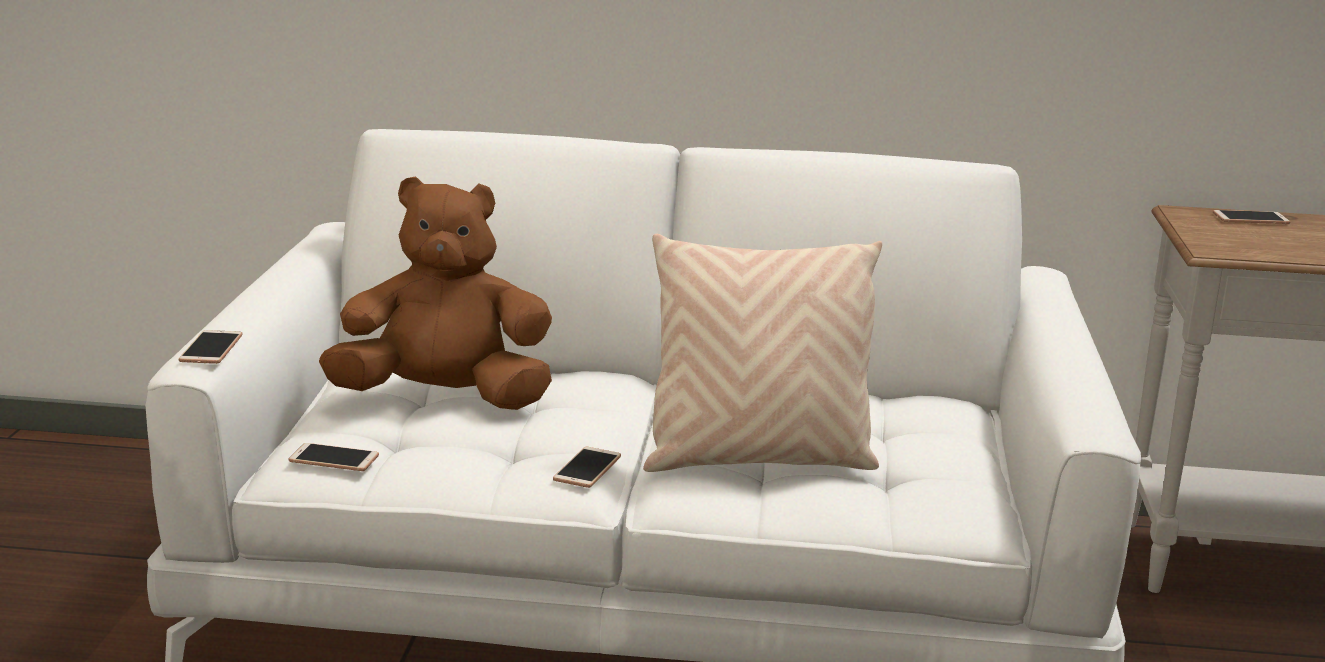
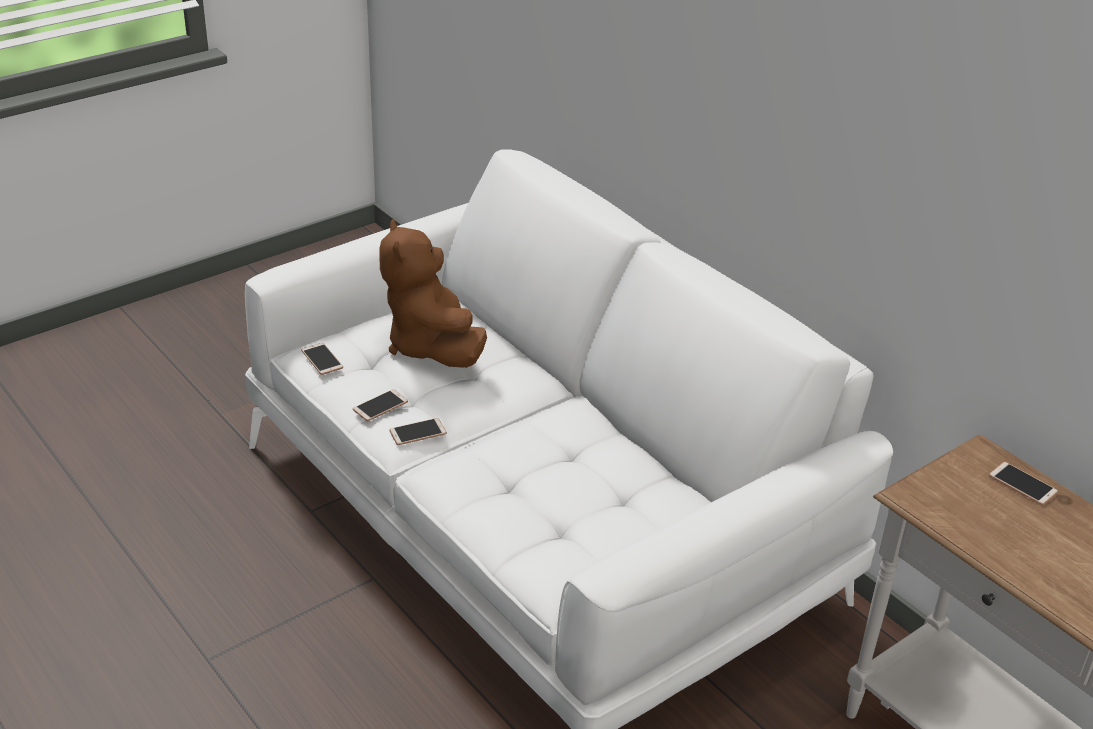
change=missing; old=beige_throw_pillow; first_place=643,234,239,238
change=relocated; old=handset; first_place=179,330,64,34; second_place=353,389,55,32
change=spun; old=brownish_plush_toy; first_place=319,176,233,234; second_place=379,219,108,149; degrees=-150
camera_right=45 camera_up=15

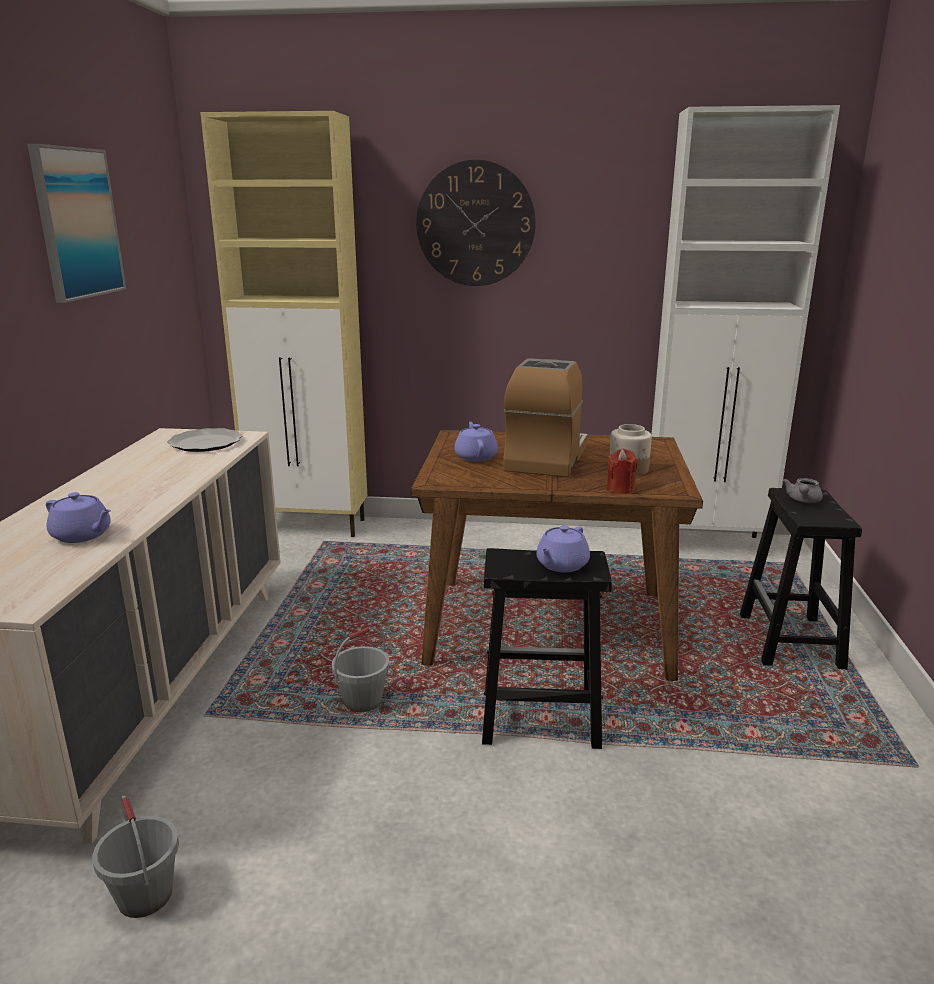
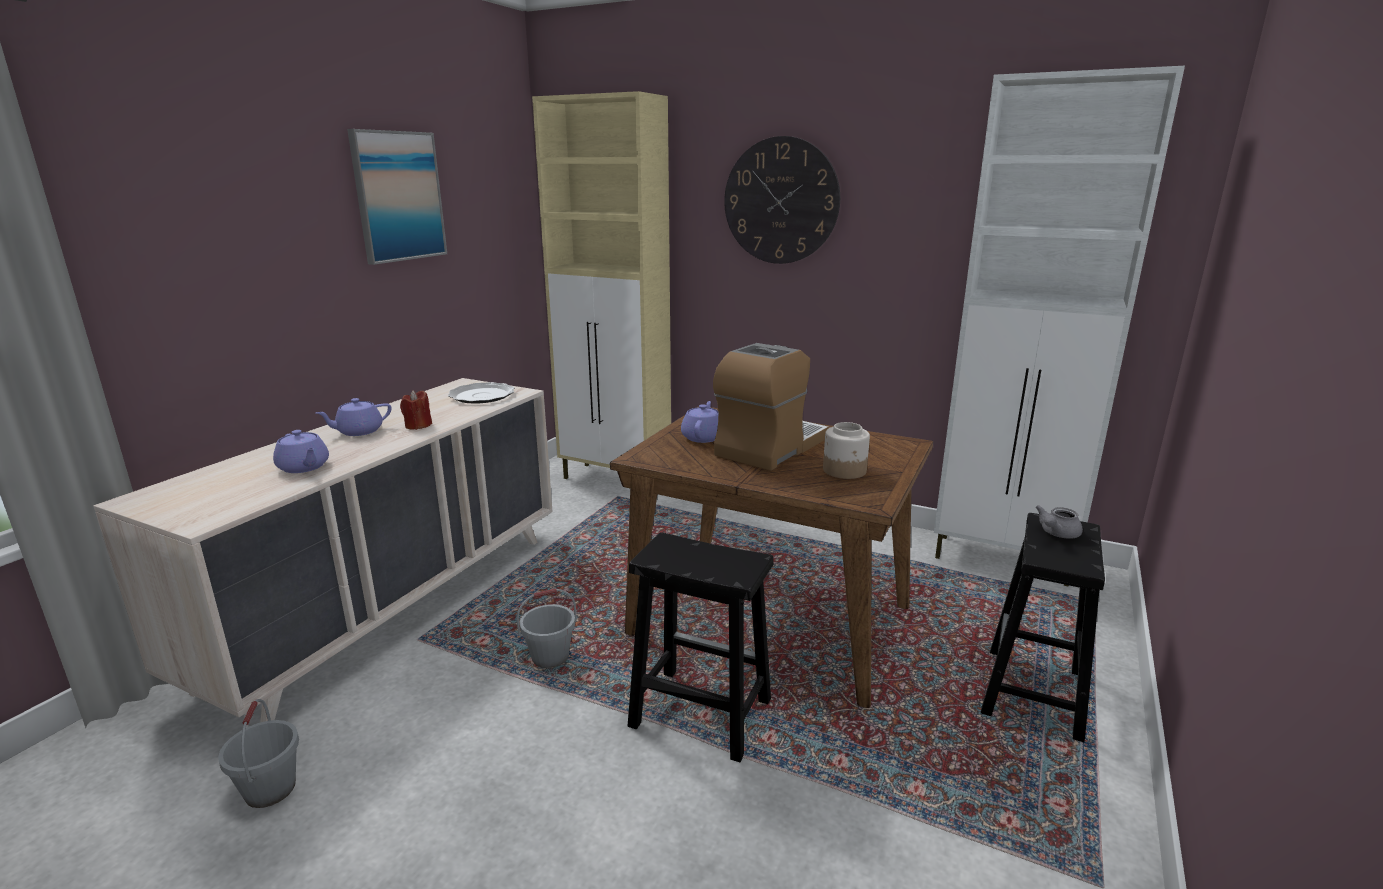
change=relocated; old=purple_tea_pot; first_place=536,525,54,47; second_place=316,398,76,38
change=relocated; old=red-coloured_candle; first_place=607,449,31,45; second_place=400,390,32,40
camera_right=20 camera_up=0

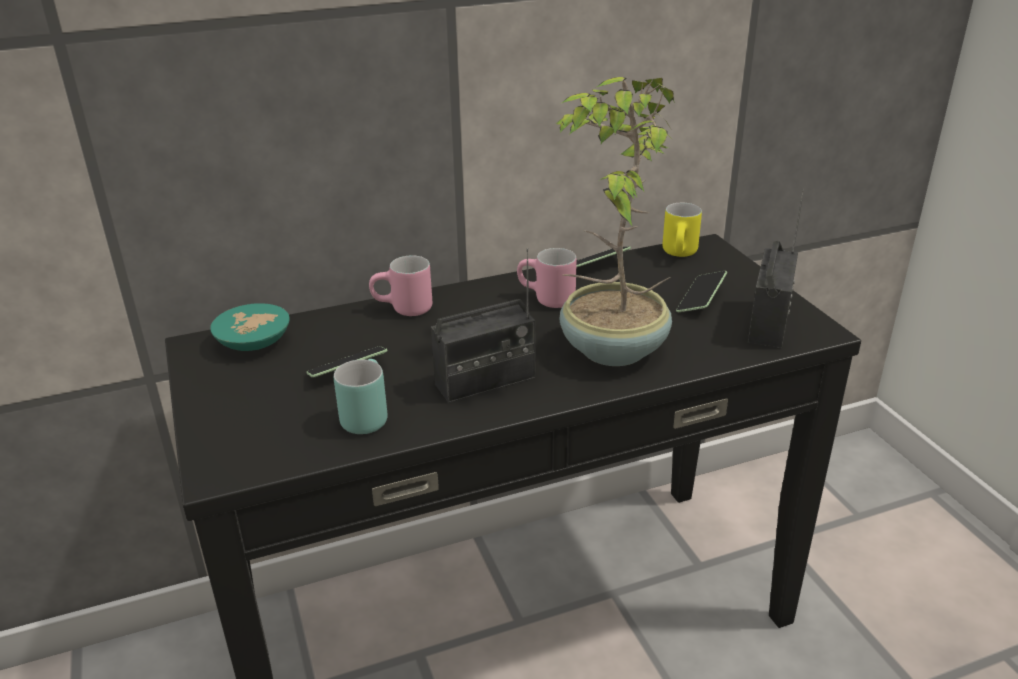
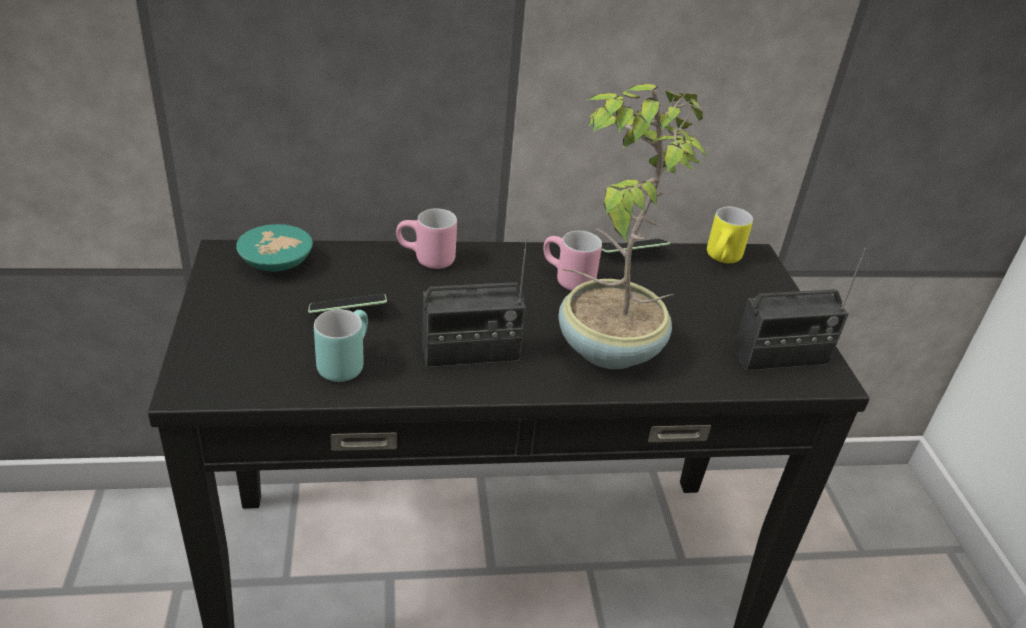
change=missing; old=handset; first_place=676,271,51,41
change=spun; old=radio_set; first_place=748,189,56,159; second_place=732,248,134,123; degrees=45
camera_right=10 camera_up=5

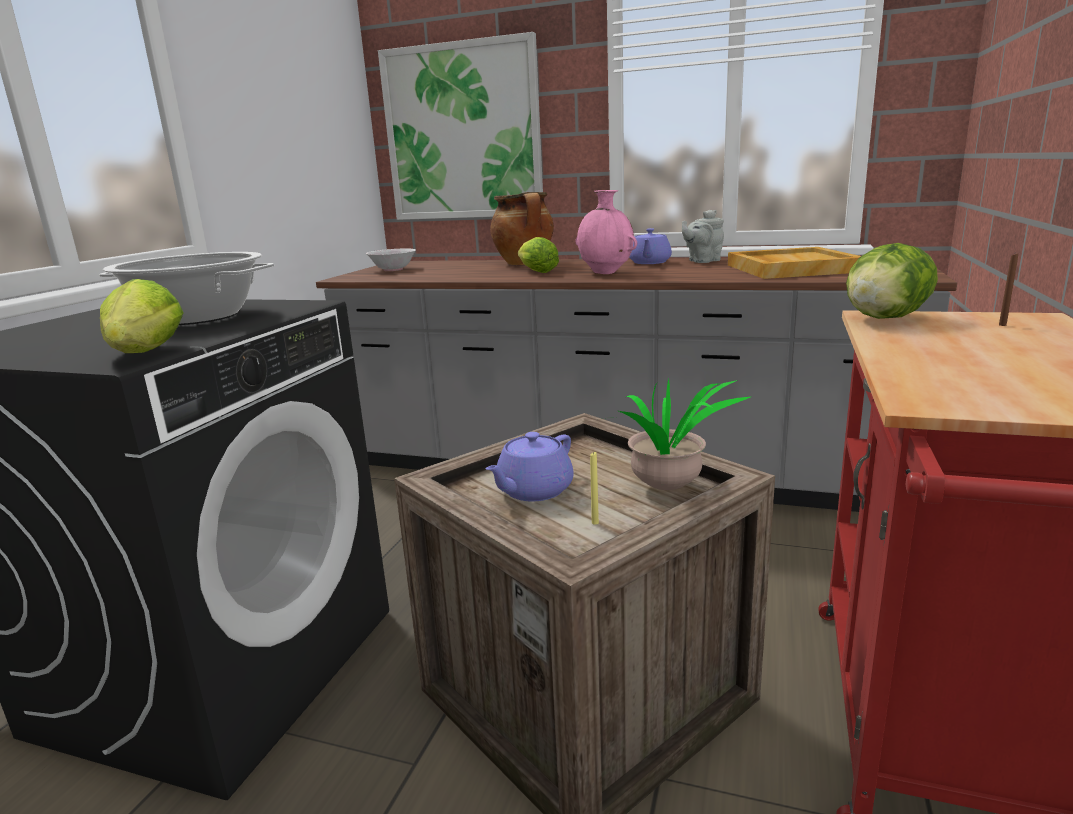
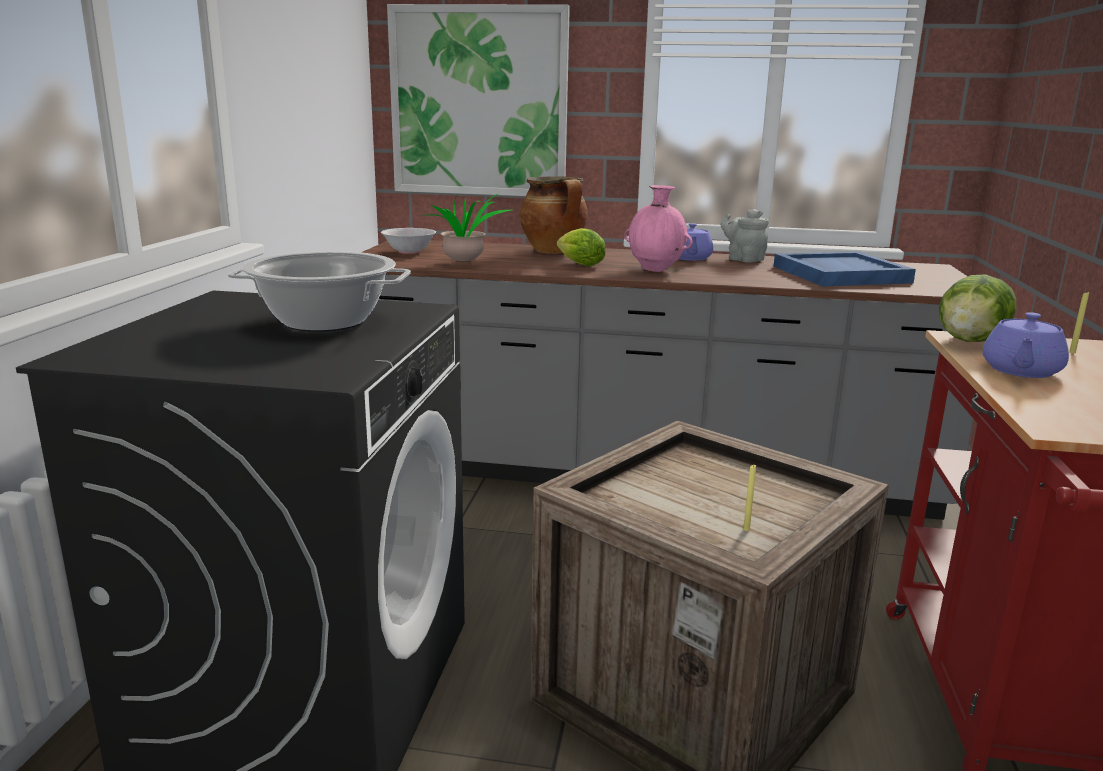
change=missing; old=lettuce; first_place=100,279,84,74
change=relocated; old=purple_tea_pot; first_place=486,432,88,69; second_place=983,312,86,66
change=relocated; old=potted_plant; first_place=610,379,140,111; second_place=421,194,90,68
change=colour; old=beige_tray; new=blue-coloured_tray; first_place=728,247,133,32; second_place=773,252,143,35
change=colour; old=brownish_candle; new=yellow-coloured_candle; first_place=999,254,19,72; second_place=1069,291,20,62
change=spun; old=greyish_tea_pot; first_place=682,210,42,53; second_place=721,209,48,54; degrees=90
camera_right=-10 camera_up=0

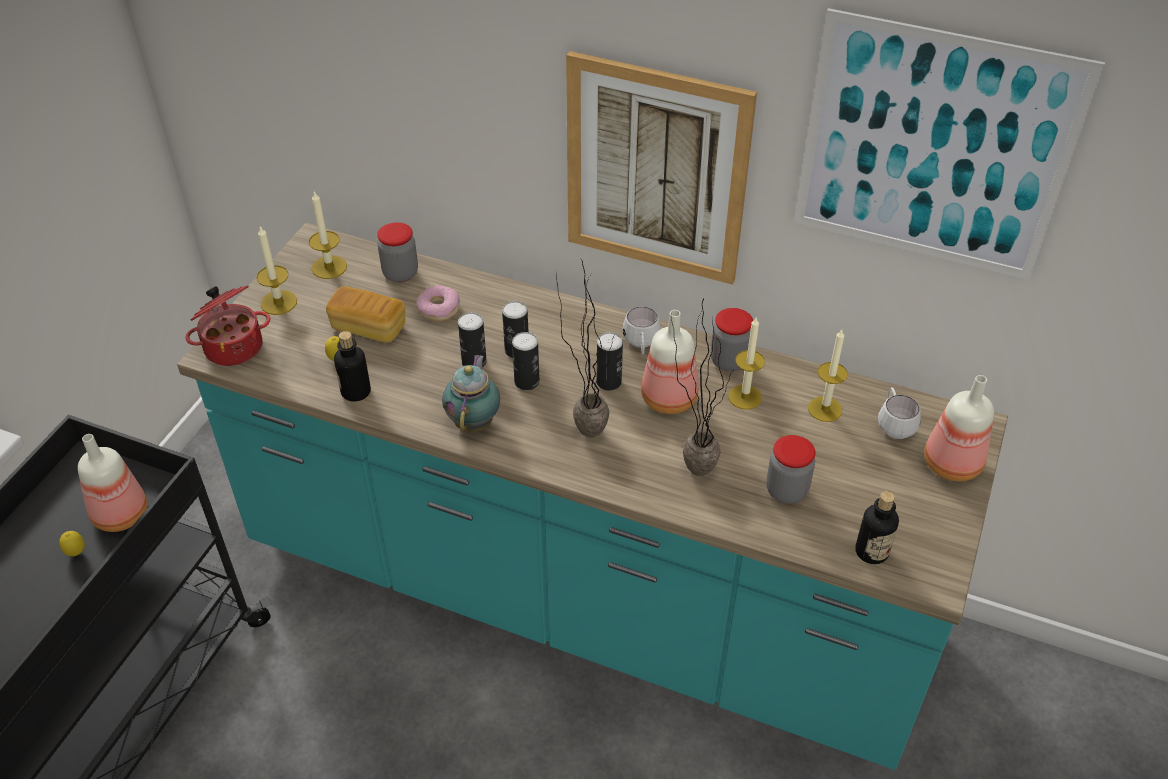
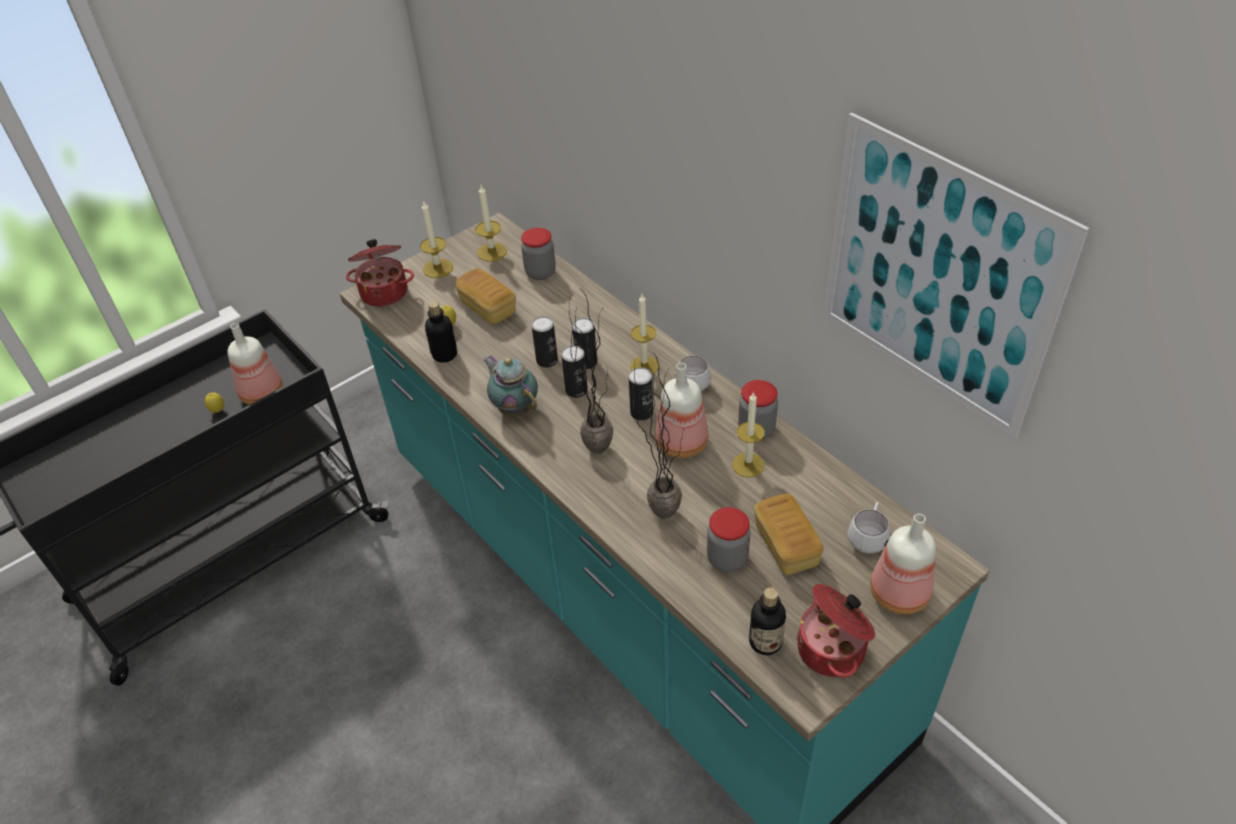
change=missing; old=ring_doughnut; first_place=416,285,44,36
change=missing; old=wall_picture; first_place=566,51,191,234
change=appeared; new=baked_bread; second_place=754,494,69,81
change=appeared; new=stockpot; second_place=796,584,79,93
change=relocated; old=candle; first_place=808,330,40,92; second_place=630,294,29,81
change=spun; old=tea_pot; first_place=442,355,58,77; second_place=484,355,54,62; degrees=-75
camera_right=30 camera_up=0

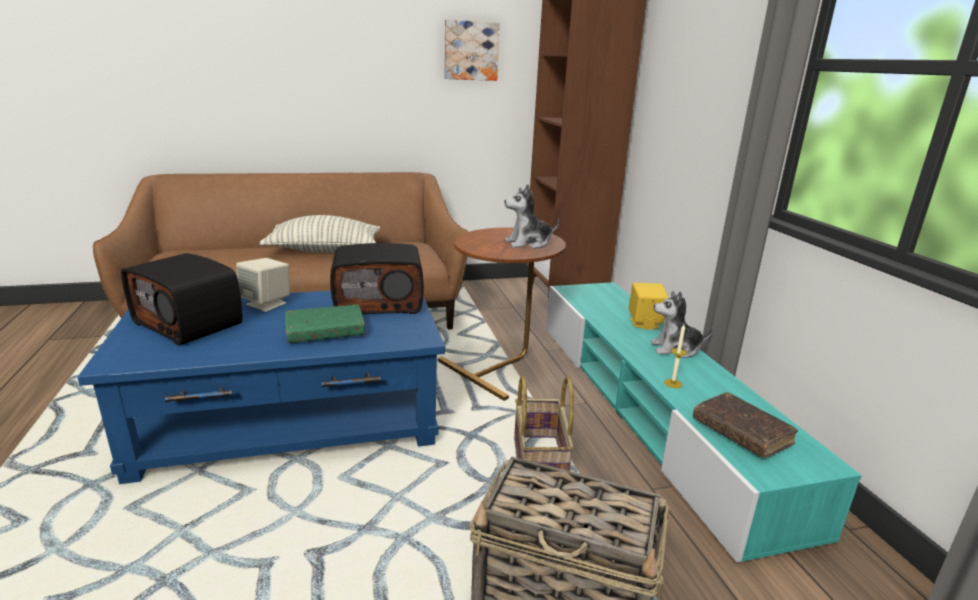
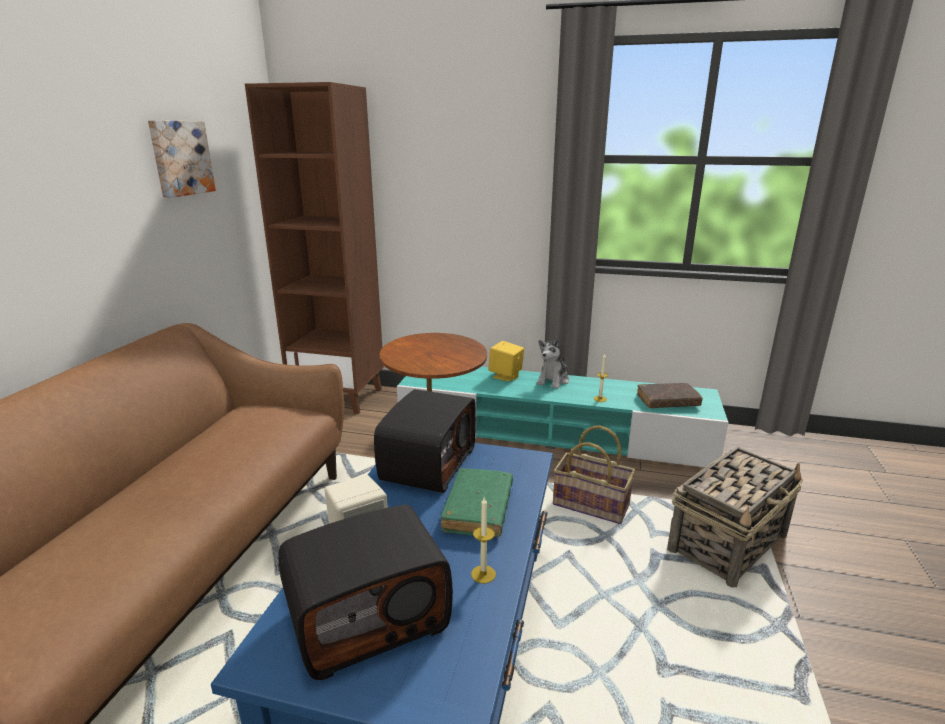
change=missing; old=throw_pillow; first_place=259,215,121,38
change=missing; old=plush_toy; first_place=504,184,55,65
change=appeared; new=candle; second_place=471,497,25,86
camera_right=-60 camera_up=0

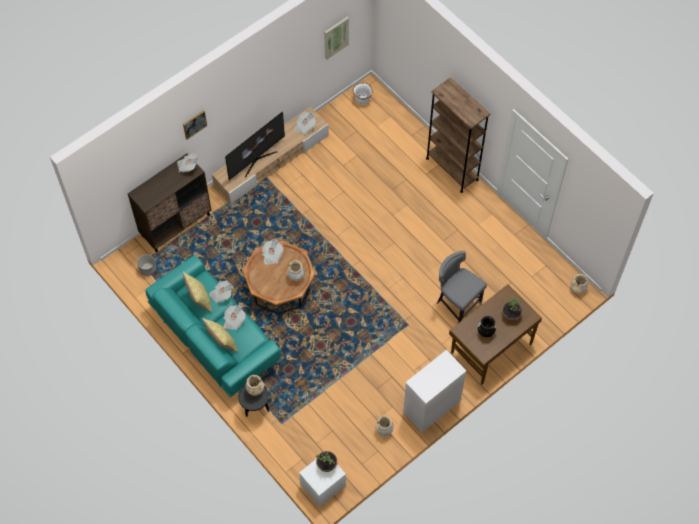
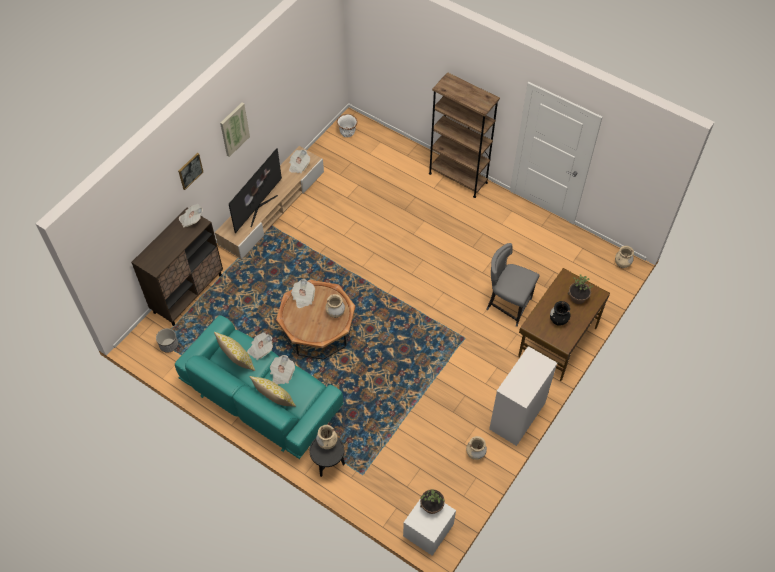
change=relocated; old=wall_picture; first_place=324,17,25,43; second_place=220,103,30,54
camera_right=-15 camera_up=-5

